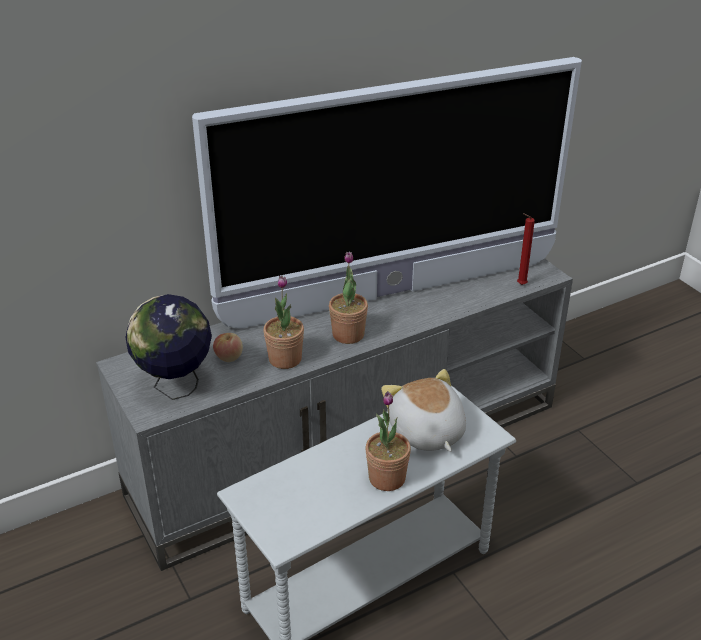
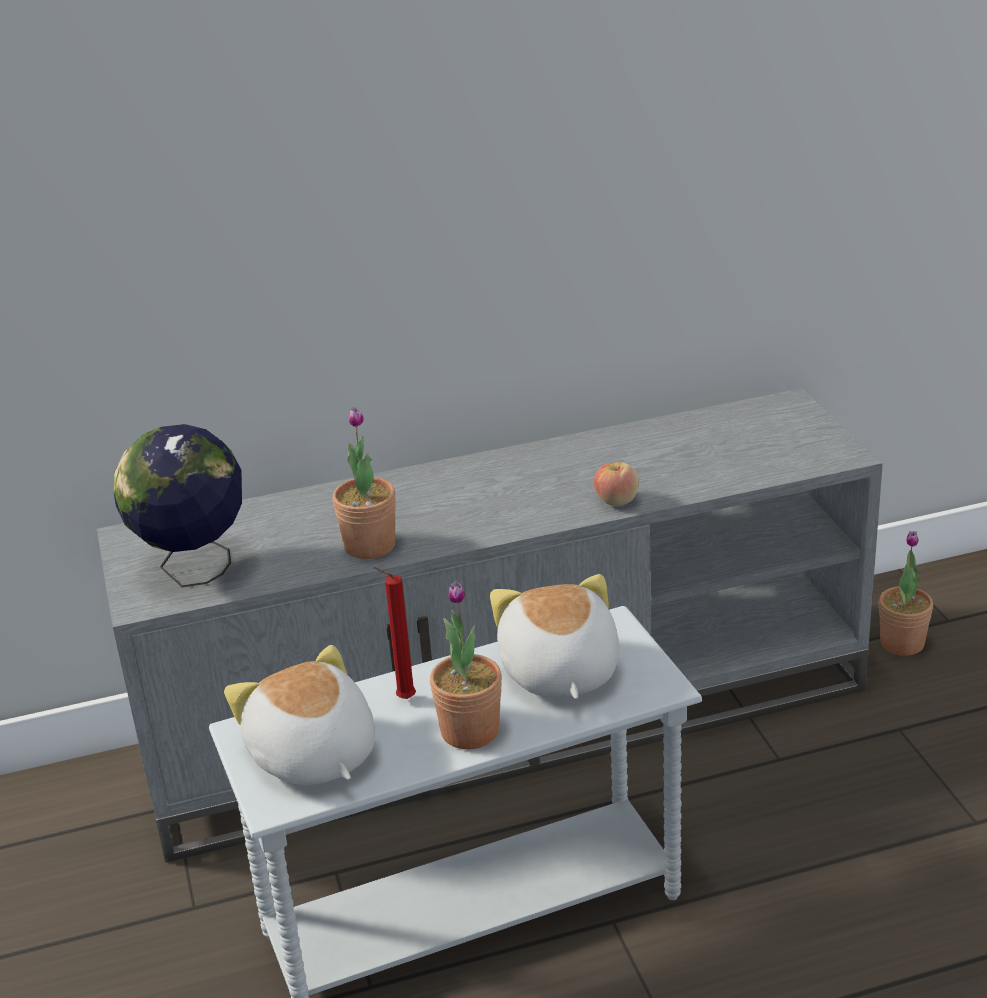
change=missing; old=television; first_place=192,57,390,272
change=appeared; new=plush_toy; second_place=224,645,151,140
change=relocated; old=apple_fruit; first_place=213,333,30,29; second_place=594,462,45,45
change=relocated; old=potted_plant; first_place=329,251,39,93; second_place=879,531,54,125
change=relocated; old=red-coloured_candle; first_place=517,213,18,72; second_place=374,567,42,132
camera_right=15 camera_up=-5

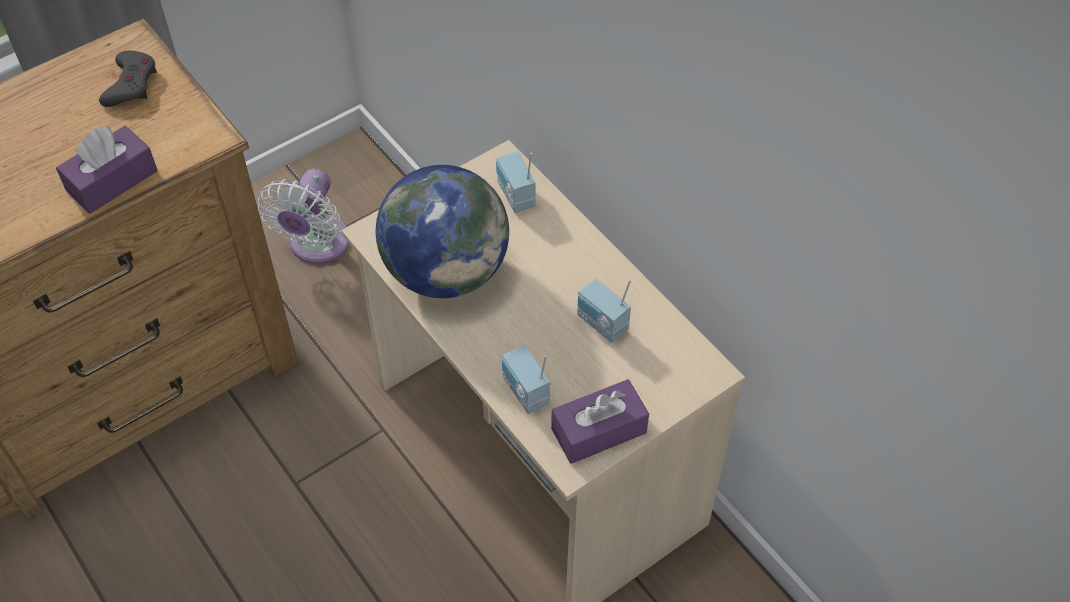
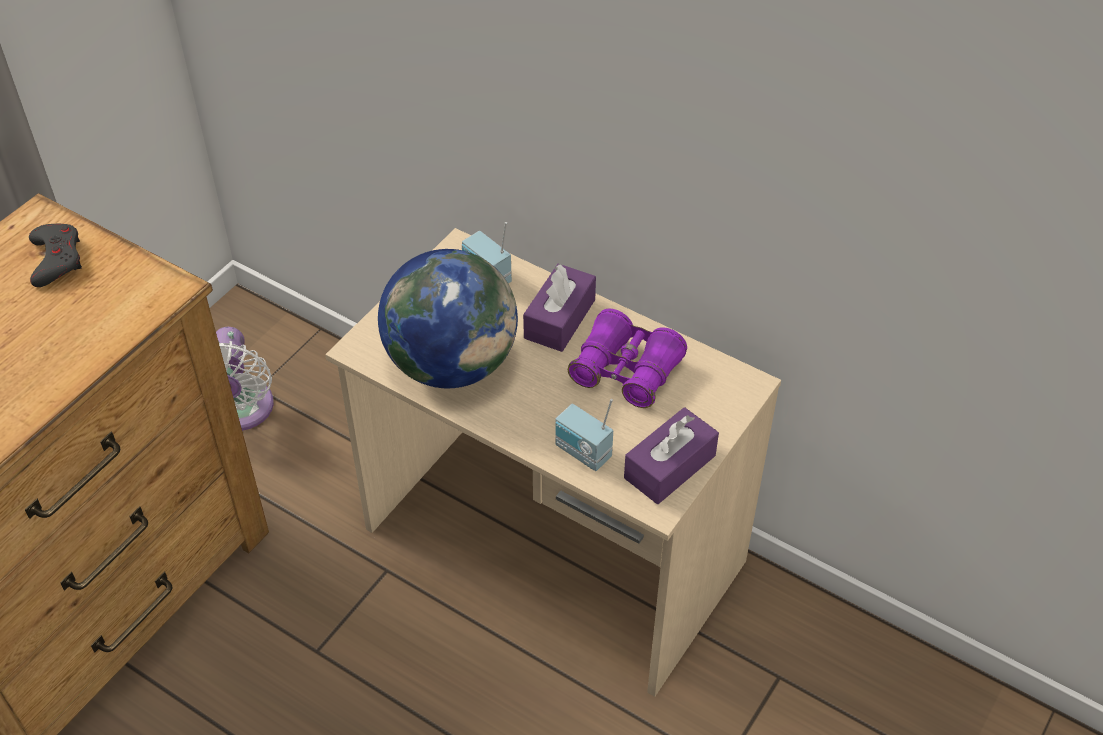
change=relocated; old=purple_tissue_holder; first_place=56,126,102,88; second_place=523,264,73,88
change=exchanged; old=radio_set; new=purple_field_glasses; first_place=577,278,54,65; second_place=568,309,119,99
camera_right=-20 camera_up=-5

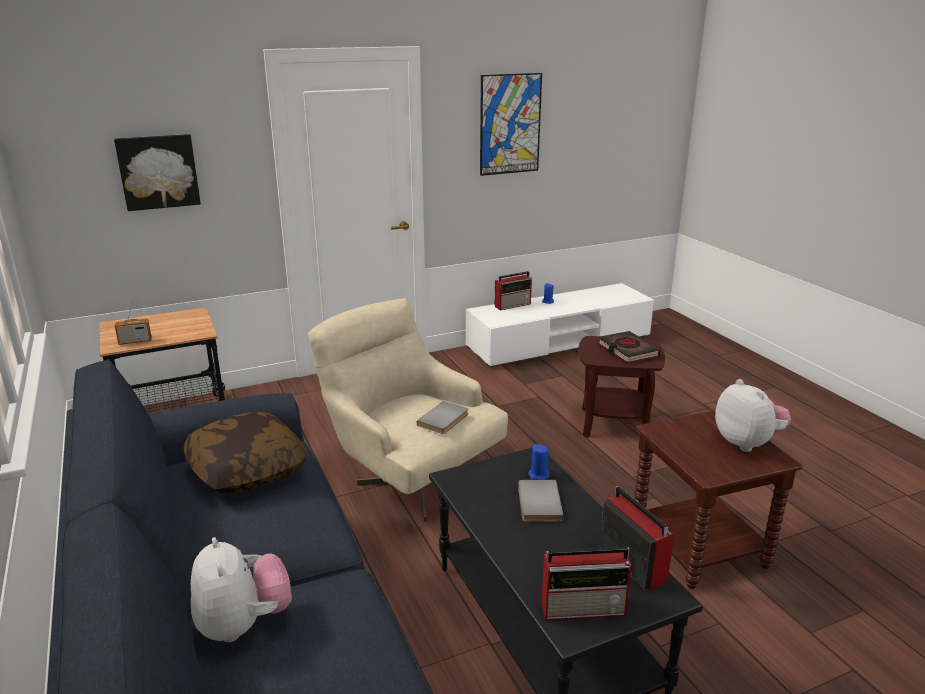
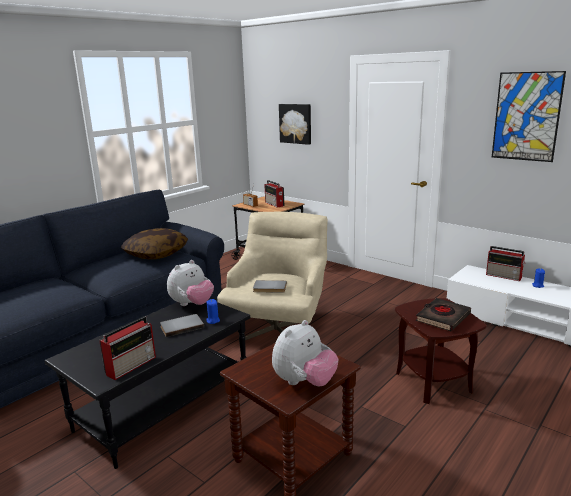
change=relocated; old=plush_toy; first_place=191,537,101,105; second_place=167,260,47,46
change=relocated; old=radio_set; first_place=541,547,91,74; second_place=264,180,20,27
camera_right=65 camera_up=-5

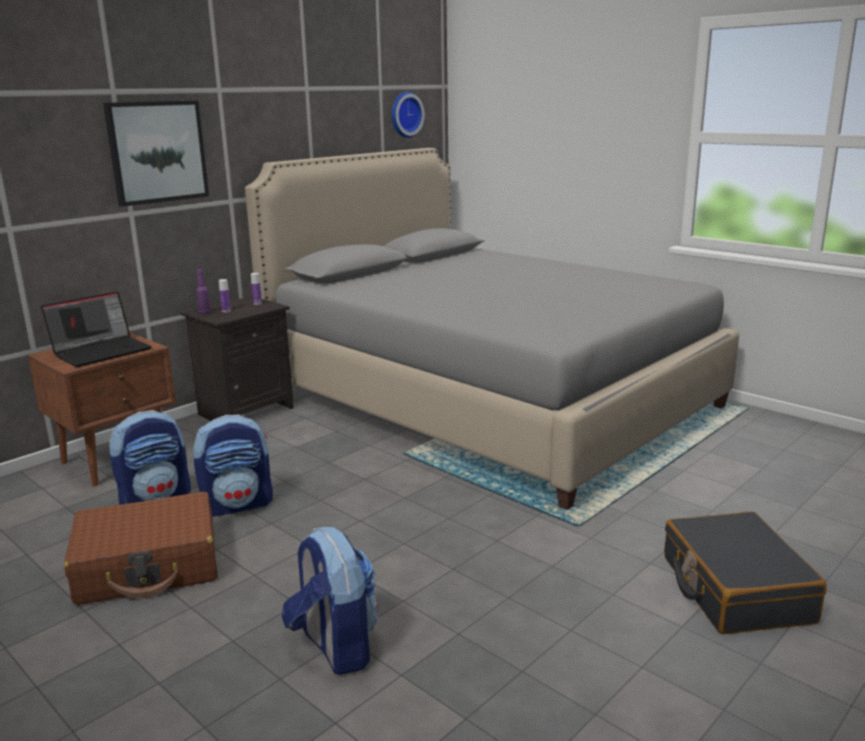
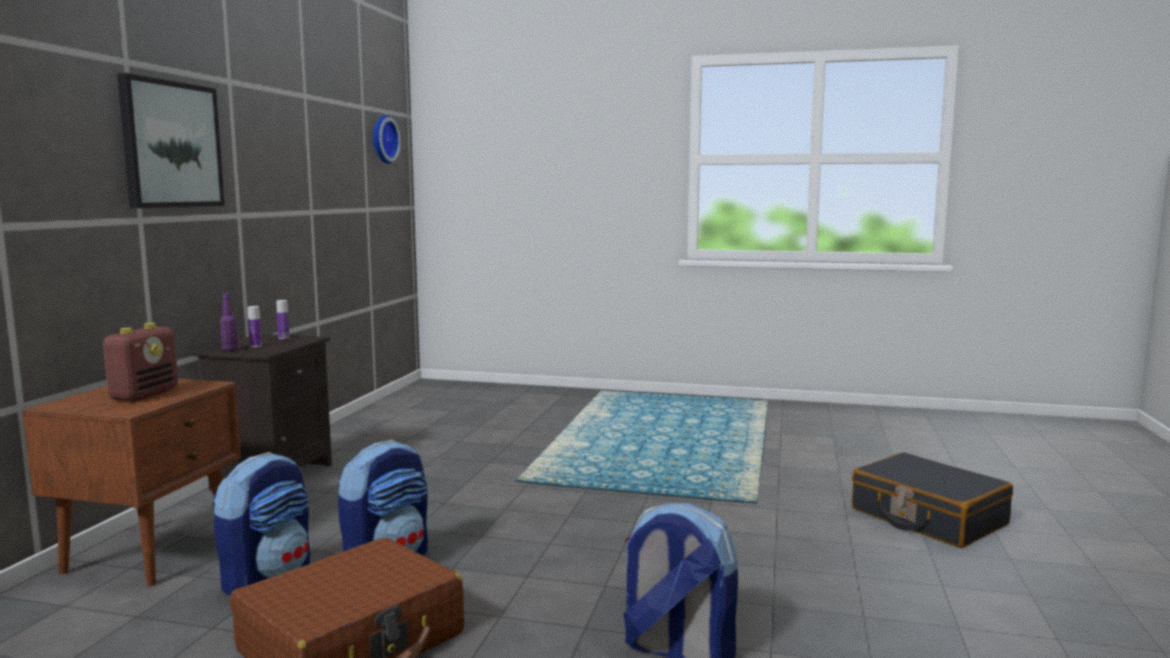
change=missing; old=greyish_bed; first_place=245,148,494,362
change=exchanged; old=notebook_computer; new=radio_set; first_place=41,291,111,76; second_place=103,323,75,78
camera_right=-30 camera_up=-10

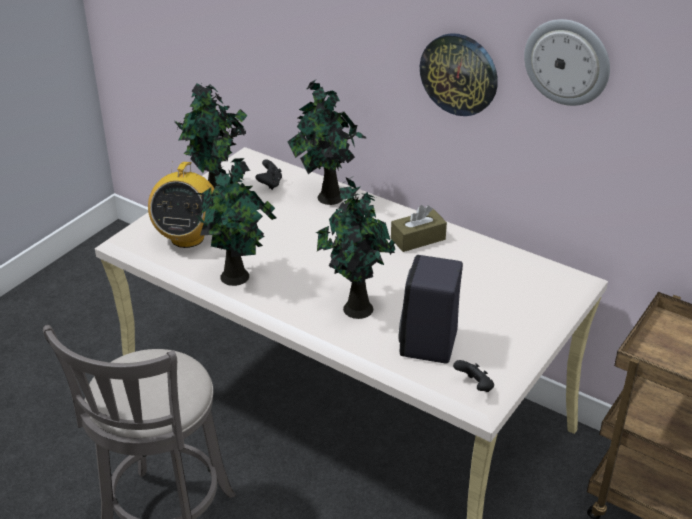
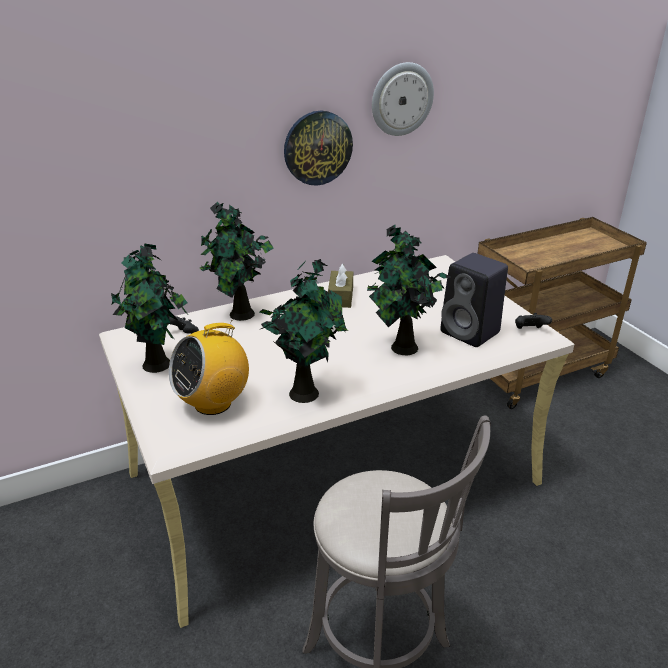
change=spun; old=radio_set; first_place=148,162,66,86; second_place=169,320,80,95; degrees=105
camera_right=-60 camera_up=-5

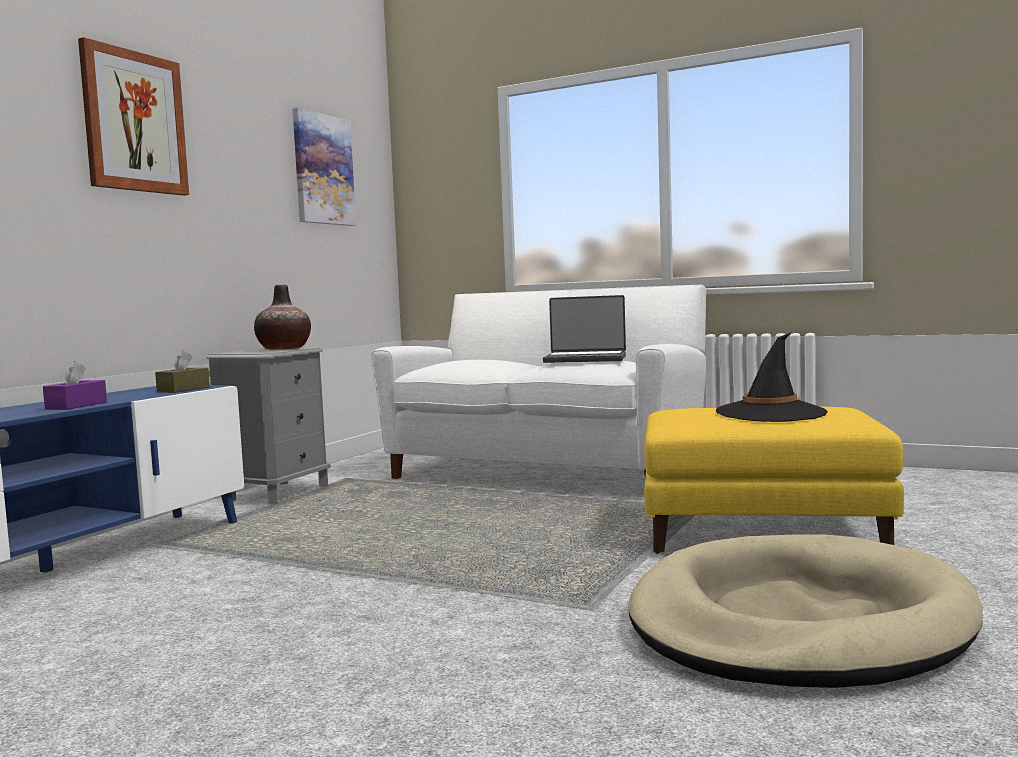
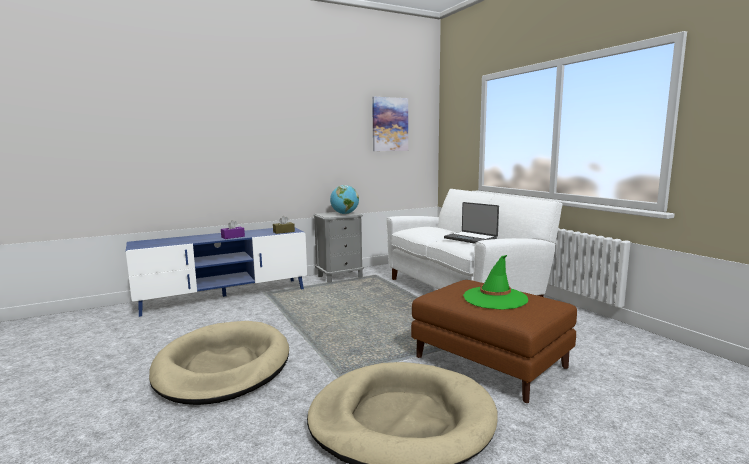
change=missing; old=wall_picture; first_place=78,37,111,159
change=appeared; new=beige_pet_bed; second_place=149,321,140,84
change=exchanged; old=decorative_vase; new=world_globe; first_place=254,285,57,65; second_place=330,185,29,29
change=colour; old=yellow-coloured_pouffe; new=brownish_pouffe; first_place=644,406,260,148; second_place=411,280,166,123
change=colour; old=blackish_hat; new=green-coloured_hat; first_place=716,333,112,89; second_place=463,255,65,55
camera_right=35 camera_up=5

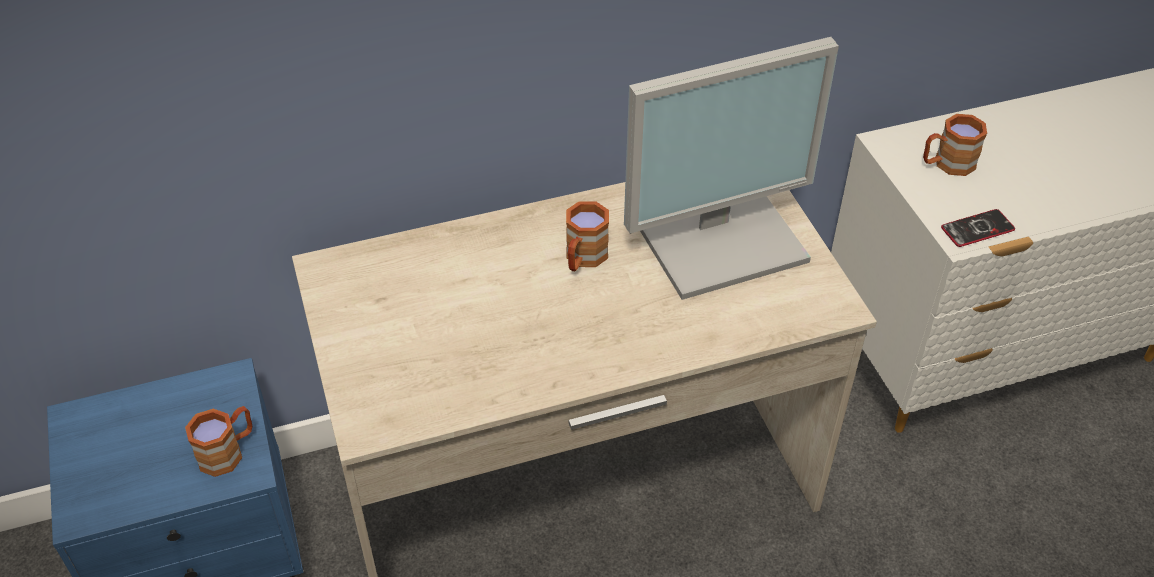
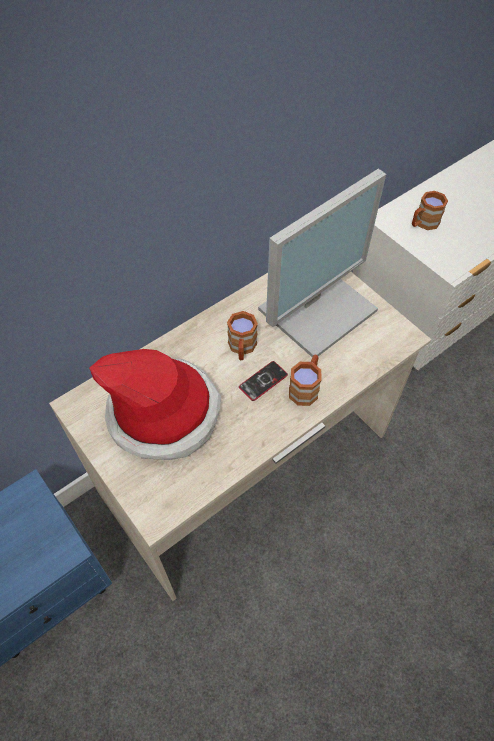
change=appeared; new=hat; second_place=89,349,132,111
change=relocated; old=brownish_coffee_mug; first_place=185,406,68,71; second_place=289,354,33,52
change=relocated; old=handset; first_place=941,209,74,38; second_place=239,361,49,40
camera_right=-20 camera_up=10

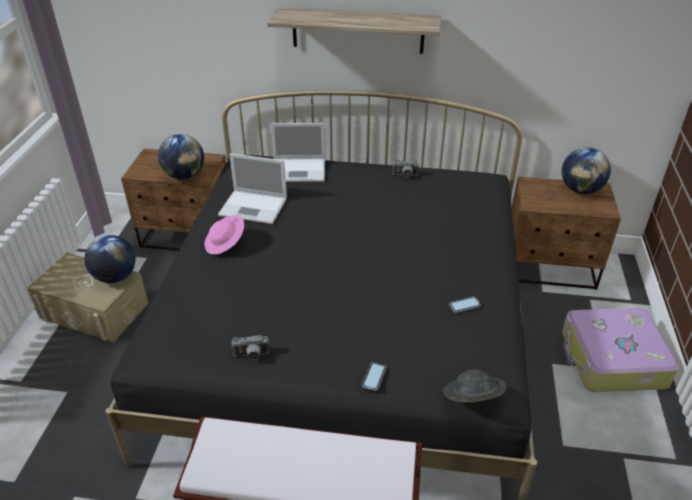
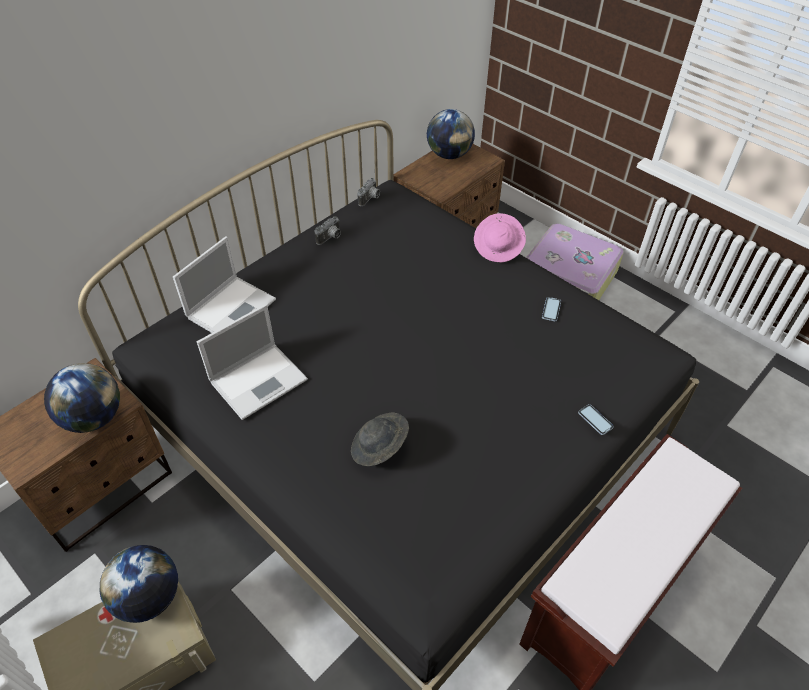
change=missing; old=bracket_shelf; first_place=267,7,174,47
change=relocated; old=pink_hat; first_place=204,215,40,40; second_place=474,213,52,49
change=relocated; old=photo_camera; first_place=231,335,38,25; second_place=357,178,23,28
change=relocated; old=greyish_hat; first_place=443,369,63,34; second_place=351,413,58,53
camera_right=-55 camera_up=10

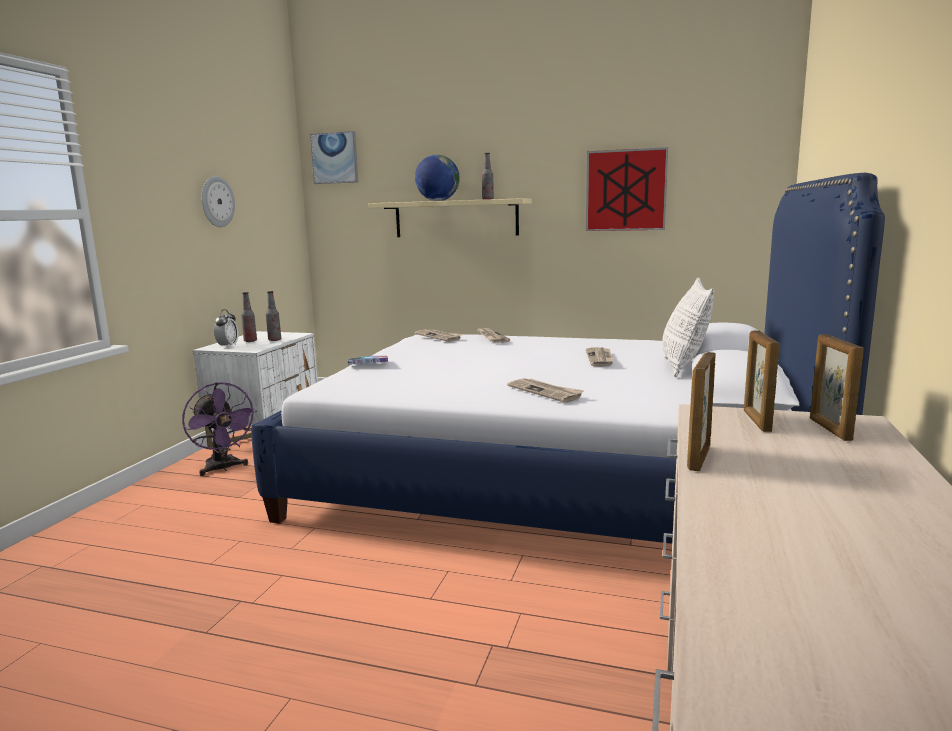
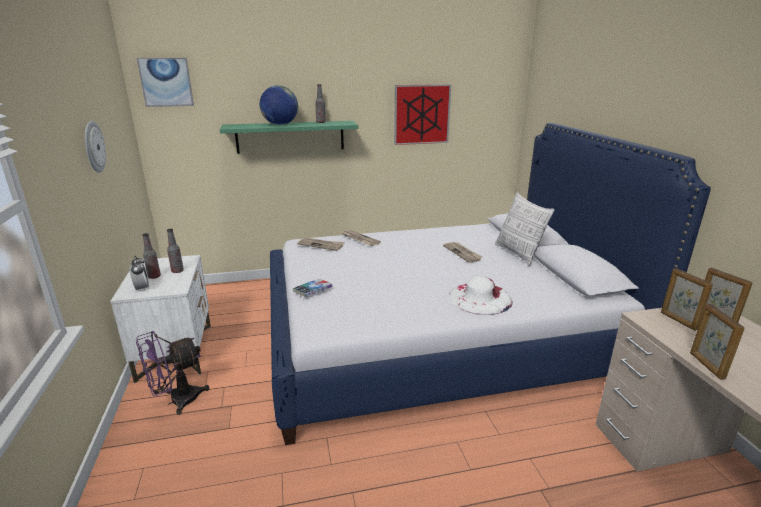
change=exchanged; old=daily_paper; new=white_hat; first_place=507,378,78,25; second_place=449,276,64,39
change=colour; old=beige_bracket_shelf; new=green-coloured_bracket_shelf; first_place=368,198,164,39; second_place=219,121,140,33
change=spun; old=purple_electric_fan; first_place=182,382,75,94; second_place=136,331,73,84; degrees=120
camera_right=-30 camera_up=10

